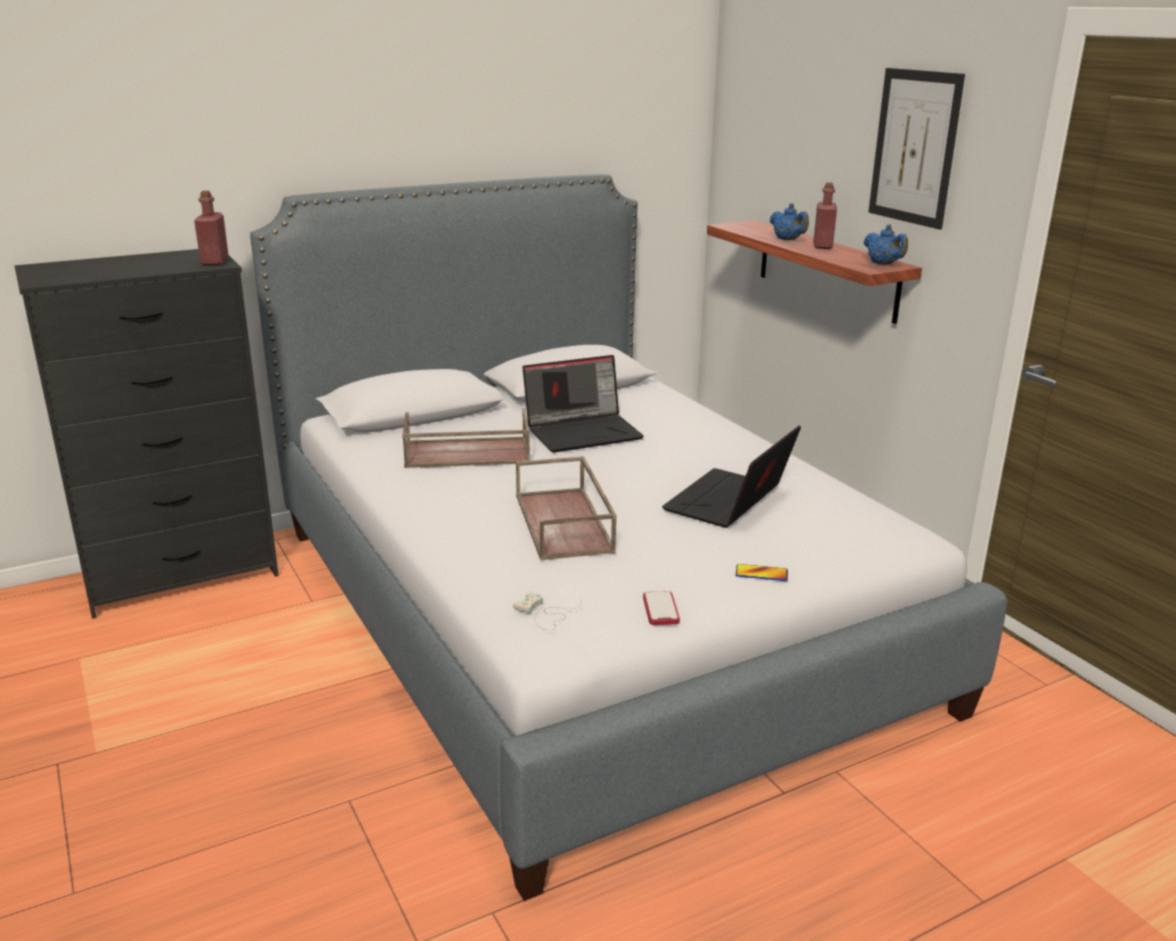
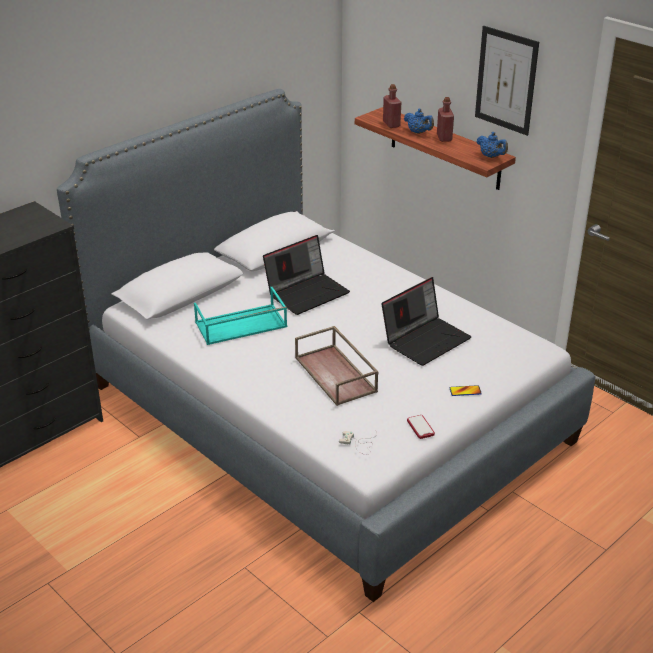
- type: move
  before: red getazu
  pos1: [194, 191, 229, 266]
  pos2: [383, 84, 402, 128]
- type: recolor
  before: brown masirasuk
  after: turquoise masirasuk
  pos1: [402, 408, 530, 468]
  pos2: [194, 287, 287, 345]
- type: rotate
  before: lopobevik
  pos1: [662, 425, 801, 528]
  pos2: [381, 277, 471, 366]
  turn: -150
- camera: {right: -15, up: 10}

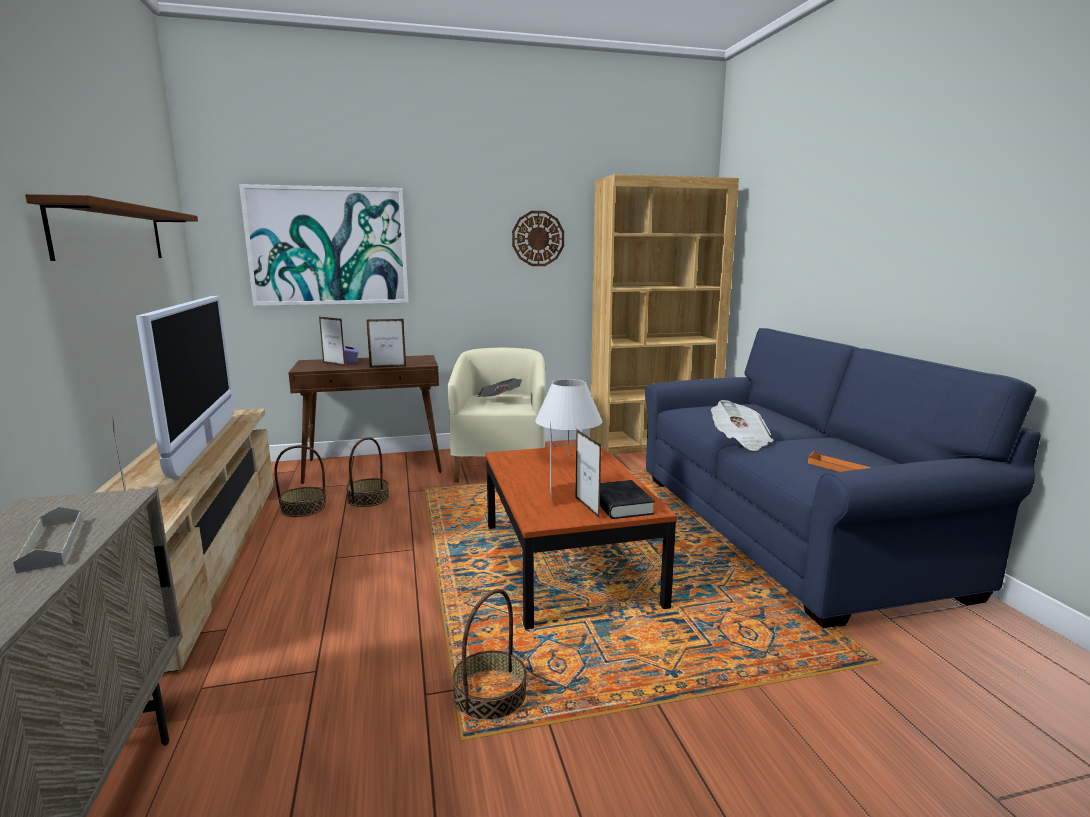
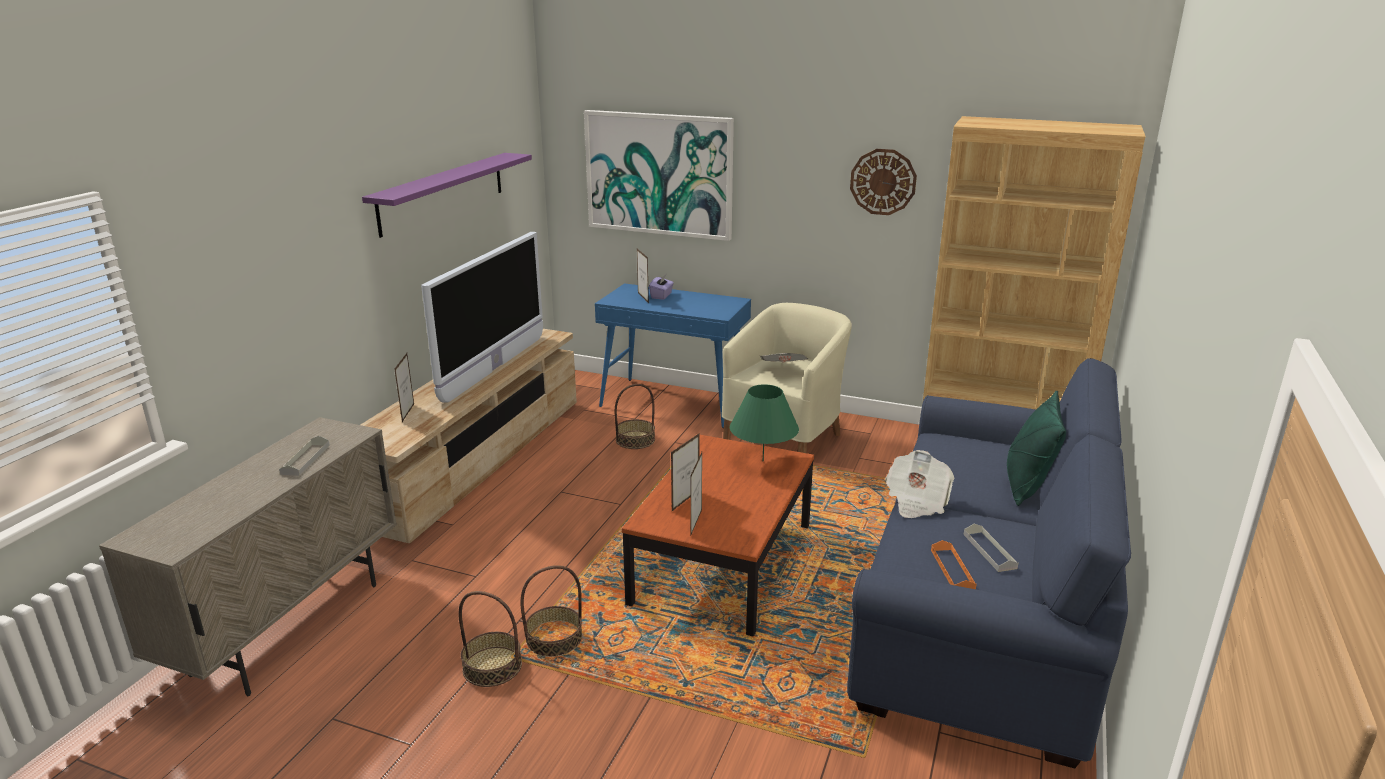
- type: delete
  before: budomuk
  pos1: [366, 319, 406, 368]
- type: delete
  before: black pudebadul
  pos1: [600, 480, 655, 519]
- type: insert
  after: grey masirasuk
  pos2: [964, 524, 1018, 572]
- type: insert
  after: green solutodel
  pos2: [1007, 391, 1066, 506]
- type: move
  before: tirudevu
  pos1: [274, 445, 326, 517]
  pos2: [458, 591, 522, 687]
- type: recolor
  before: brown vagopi
  after: purple vagopi
  pos1: [25, 194, 198, 261]
  pos2: [362, 153, 532, 238]
- type: recolor
  before: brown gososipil
  after: blue gososipil
  pos1: [288, 355, 442, 484]
  pos2: [595, 283, 751, 428]
- type: recolor
  before: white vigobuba
  after: green vigobuba
  pos1: [535, 379, 603, 456]
  pos2: [730, 384, 799, 461]
- camera: {right: 35, up: 10}

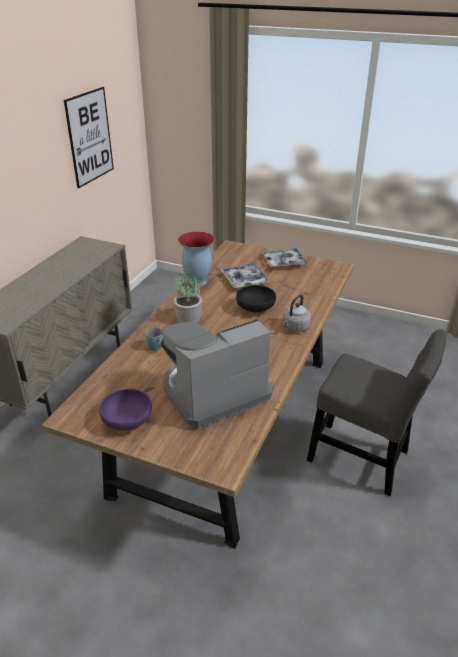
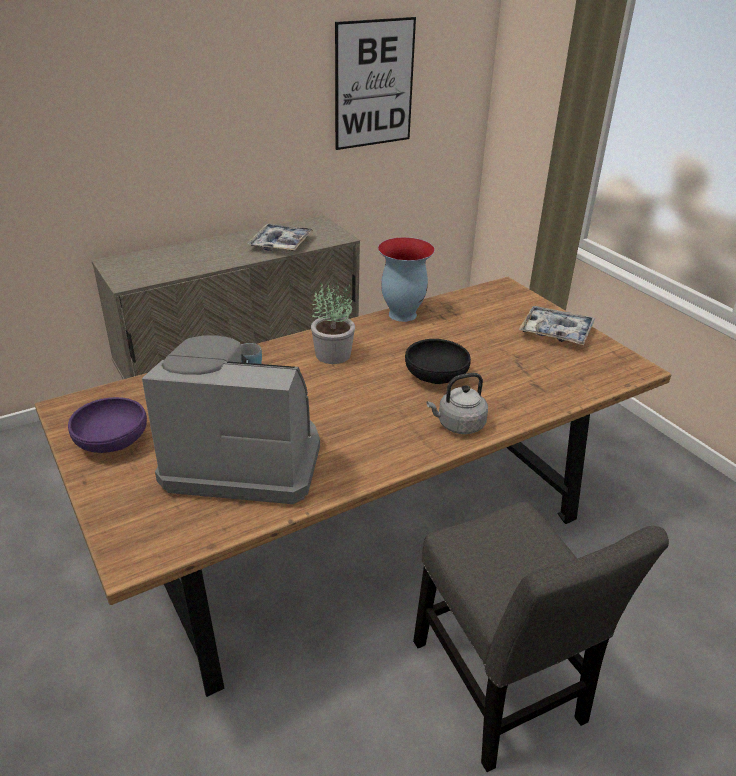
- type: move
  before: masirasuk
  pos1: [221, 263, 270, 288]
  pos2: [247, 224, 313, 251]
- camera: {right: 35, up: 0}

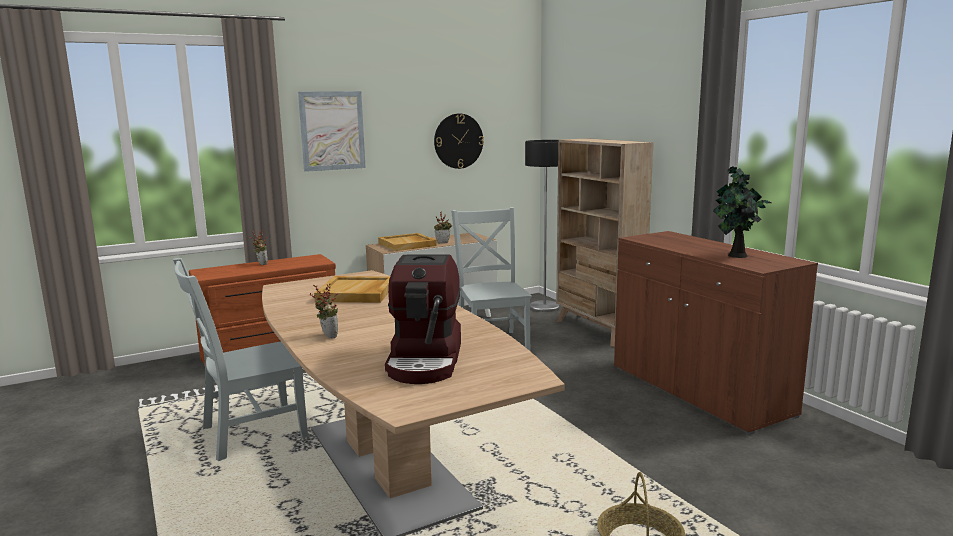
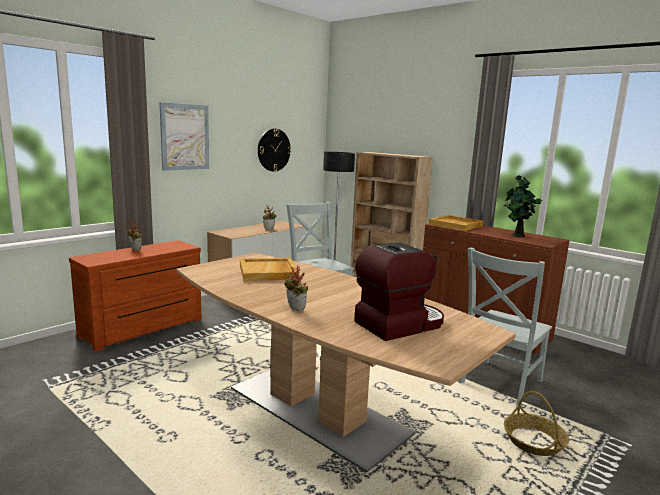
- type: move
  before: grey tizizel
  pos1: [173, 258, 308, 461]
  pos2: [457, 248, 552, 406]
- type: move
  before: beige masirasuk
  pos1: [378, 233, 437, 251]
  pos2: [429, 215, 483, 231]
- type: rotate
  before: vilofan
  pos1: [385, 255, 461, 384]
  pos2: [354, 242, 444, 341]
  turn: -105
- camera: {right: -20, up: 0}

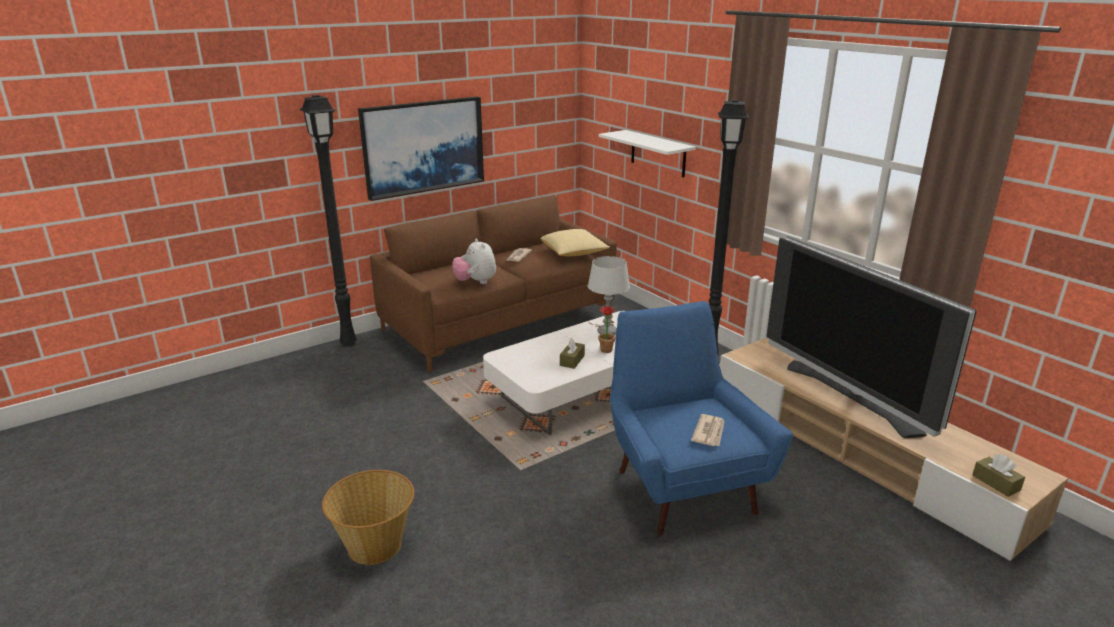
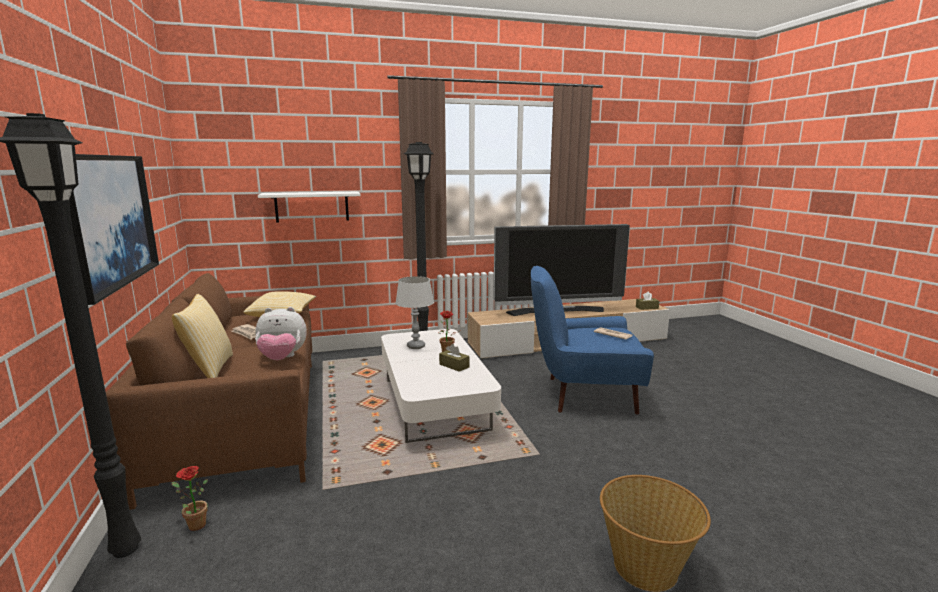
- type: insert
  after: solutodel
  pos2: [172, 294, 233, 378]
- type: insert
  after: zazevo
  pos2: [172, 466, 208, 531]
- camera: {right: -70, up: -10}

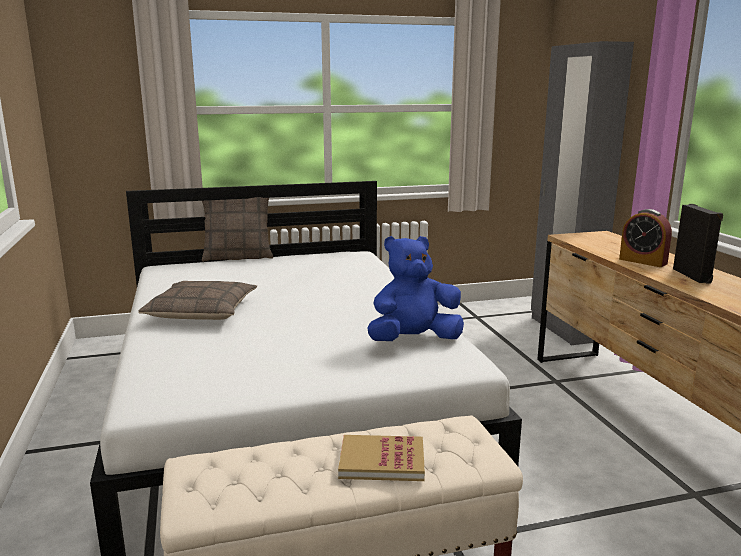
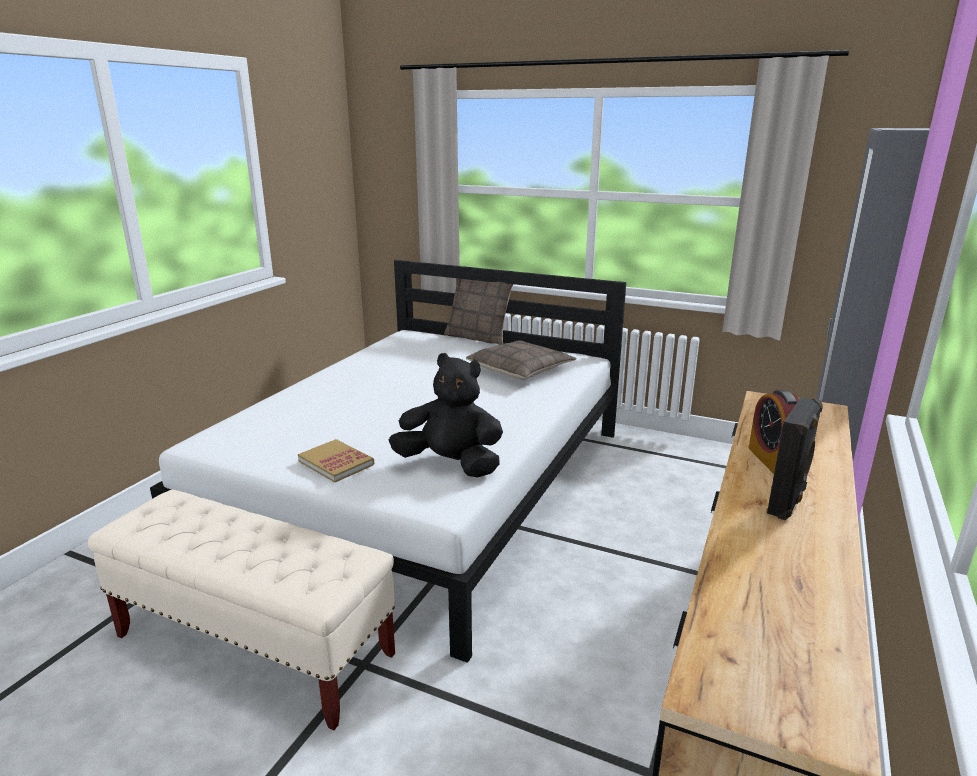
- type: move
  before: solutodel
  pos1: [138, 281, 257, 320]
  pos2: [466, 340, 577, 380]
- type: move
  before: pudebadul
  pos1: [338, 435, 425, 481]
  pos2: [298, 439, 374, 483]
- type: recolor
  before: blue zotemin
  after: black zotemin
  pos1: [367, 236, 464, 341]
  pos2: [389, 353, 503, 478]
- camera: {right: 40, up: 5}

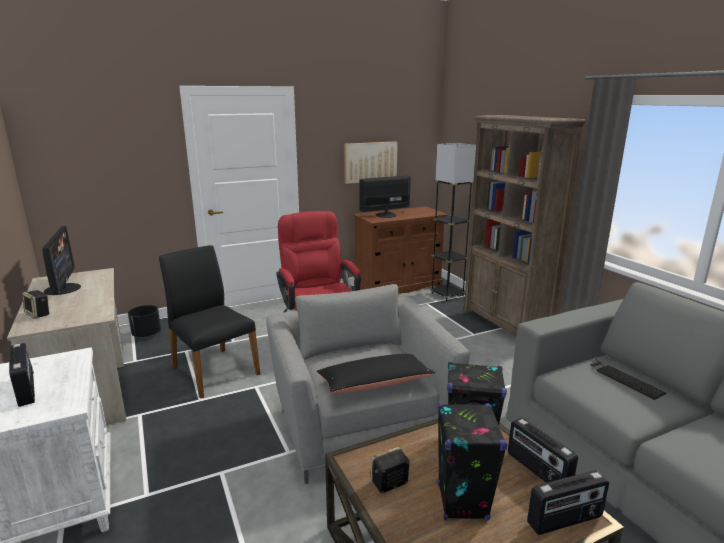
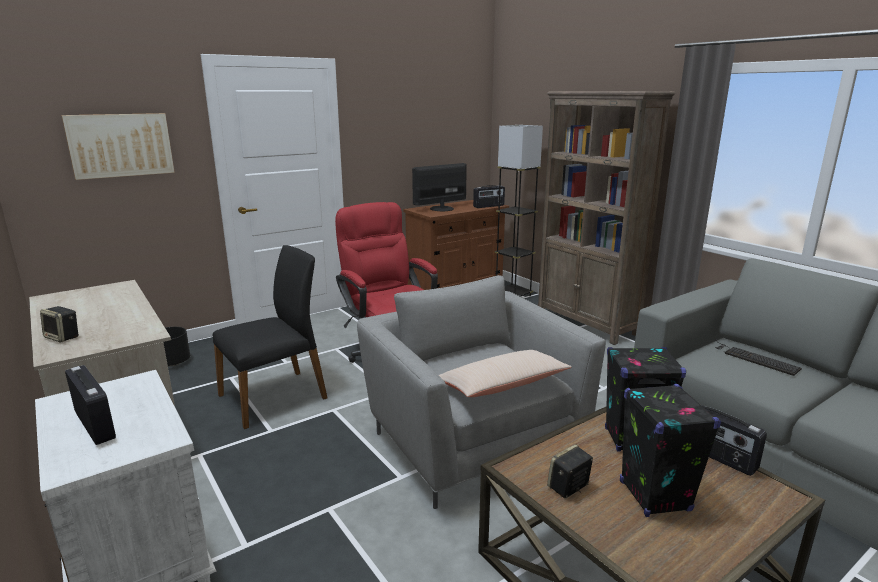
- type: delete
  before: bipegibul
  pos1: [42, 226, 81, 295]
- type: move
  before: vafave
  pos1: [344, 141, 398, 184]
  pos2: [61, 113, 175, 180]
- type: move
  before: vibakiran
  pos1: [527, 470, 609, 535]
  pos2: [473, 185, 505, 208]
- type: recolor
  before: black solutodel
  after: beige solutodel
  pos1: [317, 354, 435, 393]
  pos2: [439, 350, 572, 397]
- type: rotate
  before: black tizizel
  pos1: [159, 245, 260, 399]
  pos2: [213, 245, 328, 429]
  turn: 105
- camera: {right: -10, up: 0}

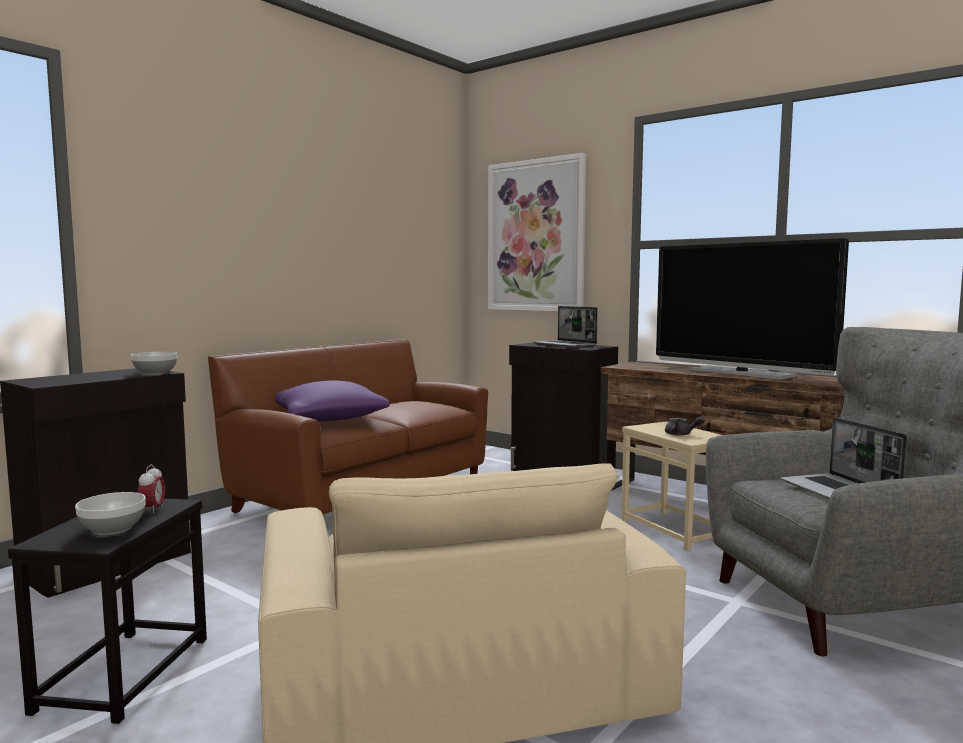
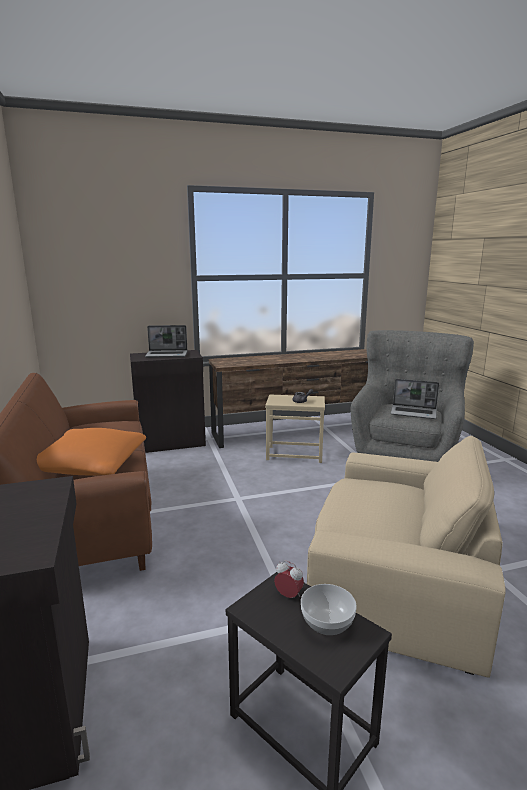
- type: delete
  before: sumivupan
  pos1: [131, 352, 177, 374]
- type: delete
  before: vafave
  pos1: [488, 153, 586, 311]
- type: delete
  before: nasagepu
  pos1: [656, 238, 849, 380]
- type: recolor
  before: purple solutodel
  after: orange solutodel
  pos1: [275, 380, 390, 422]
  pos2: [37, 428, 146, 475]
- camera: {right: -55, up: 10}

